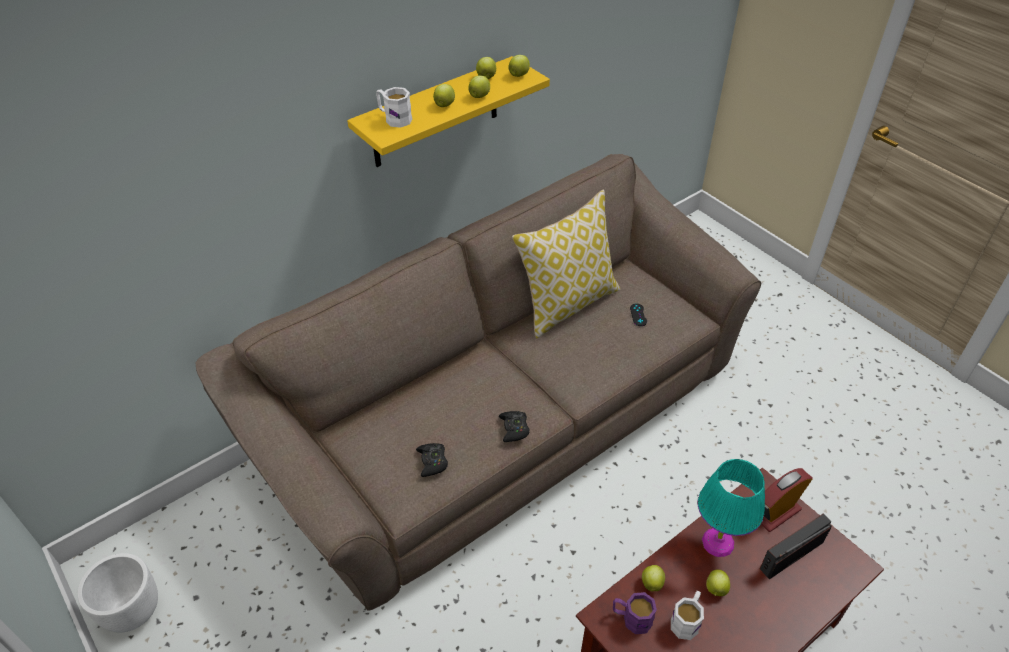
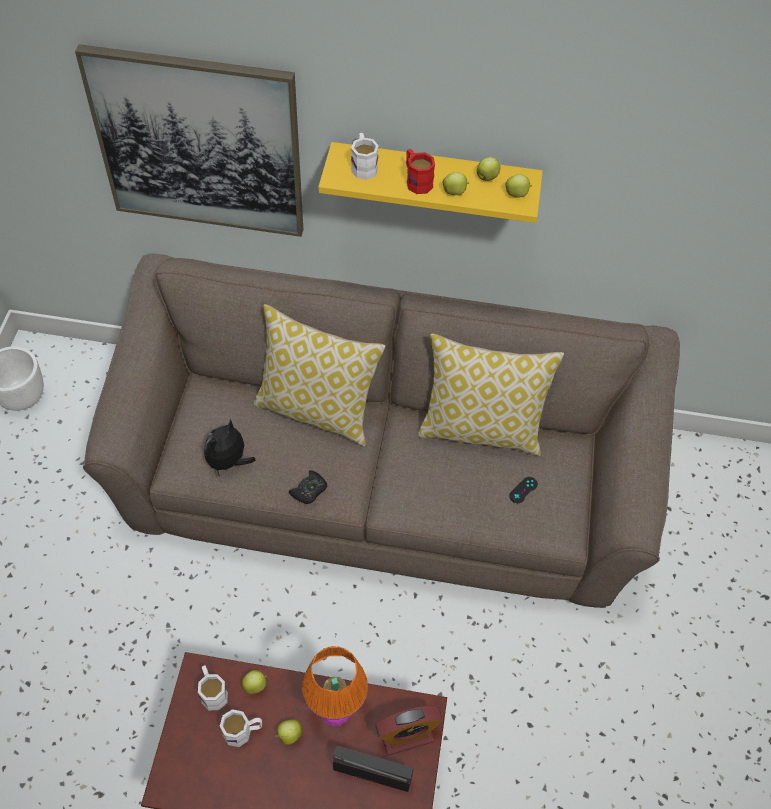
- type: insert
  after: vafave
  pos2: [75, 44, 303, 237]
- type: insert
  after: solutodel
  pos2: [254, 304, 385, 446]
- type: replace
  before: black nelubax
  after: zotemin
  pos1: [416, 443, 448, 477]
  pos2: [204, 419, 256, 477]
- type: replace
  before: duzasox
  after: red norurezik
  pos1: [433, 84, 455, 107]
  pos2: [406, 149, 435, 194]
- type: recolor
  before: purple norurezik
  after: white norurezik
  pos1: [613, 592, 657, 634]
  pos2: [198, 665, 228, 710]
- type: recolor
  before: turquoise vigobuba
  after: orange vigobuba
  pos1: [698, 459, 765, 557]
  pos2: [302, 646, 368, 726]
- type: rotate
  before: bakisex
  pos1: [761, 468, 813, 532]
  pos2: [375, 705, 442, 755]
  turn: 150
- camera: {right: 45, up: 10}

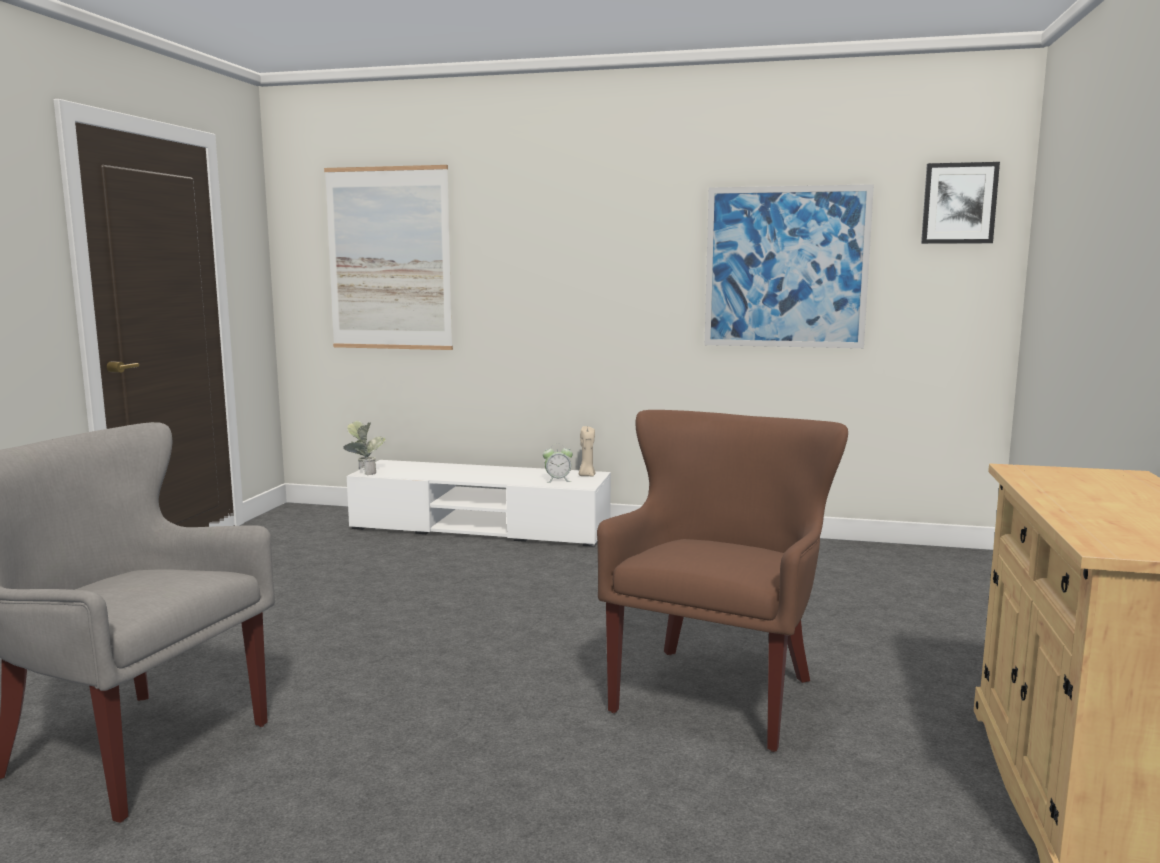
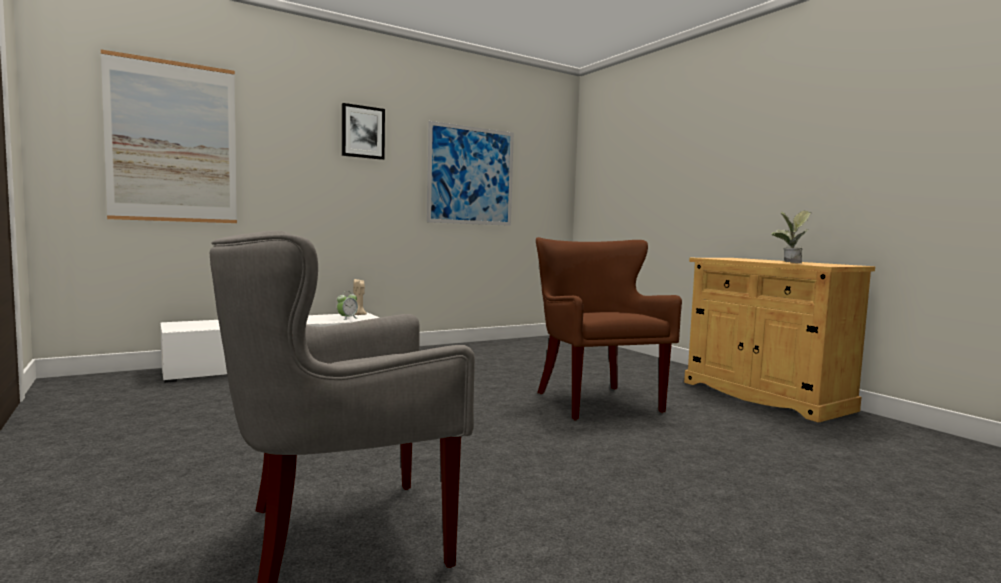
- type: move
  before: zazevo
  pos1: [343, 421, 386, 475]
  pos2: [772, 211, 811, 264]
- type: move
  before: vafave
  pos1: [921, 162, 1000, 244]
  pos2: [342, 103, 385, 160]
- camera: {right: -45, up: -5}

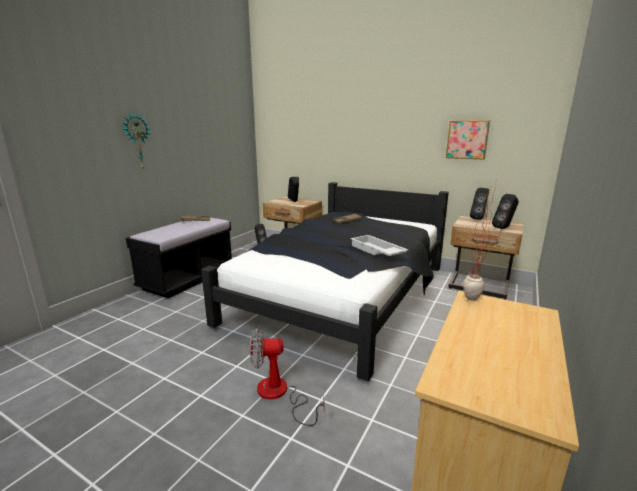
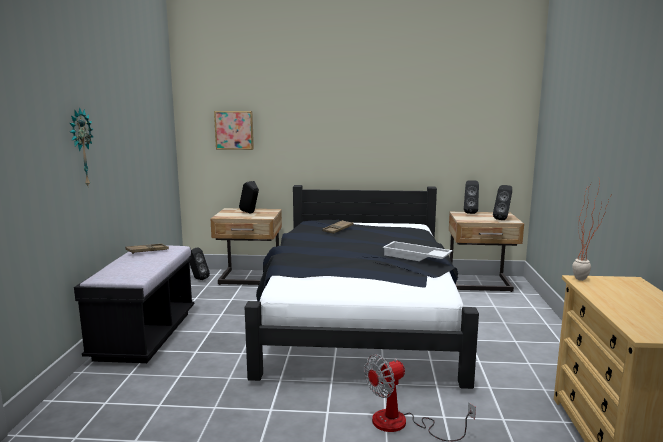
- type: move
  before: vafave
  pos1: [446, 120, 490, 160]
  pos2: [214, 111, 254, 150]
- camera: {right: -25, up: -5}

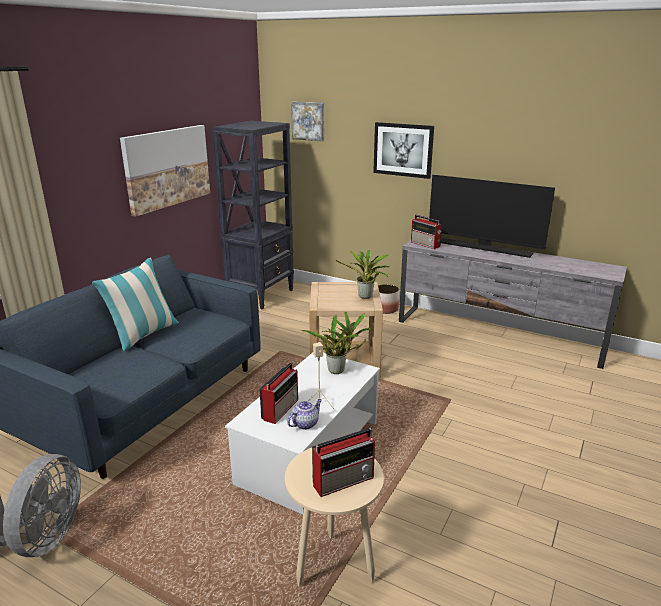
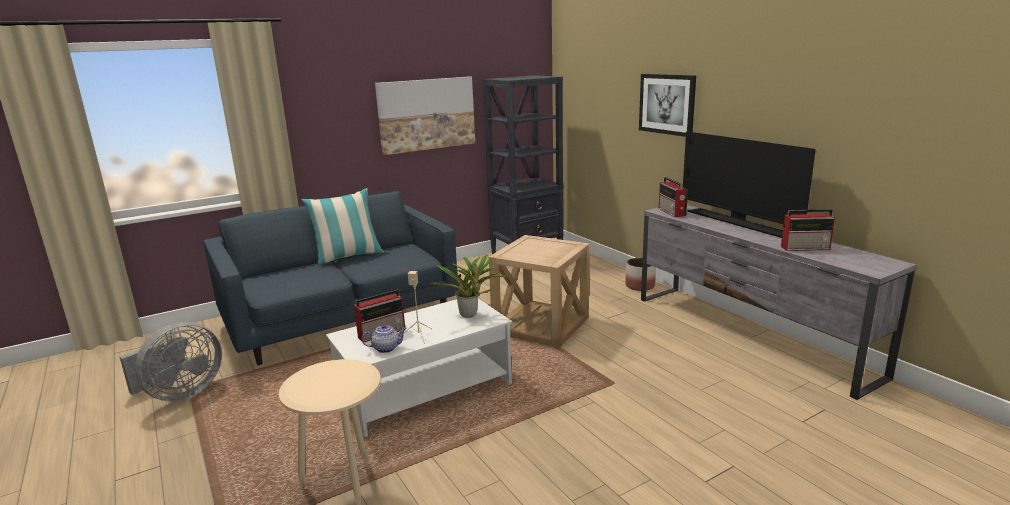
- type: delete
  before: vafave
  pos1: [291, 102, 324, 142]
- type: delete
  before: zazevo
  pos1: [336, 250, 390, 299]
- type: move
  before: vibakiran
  pos1: [312, 428, 375, 497]
  pos2: [781, 209, 835, 251]
- camera: {right: 30, up: -5}

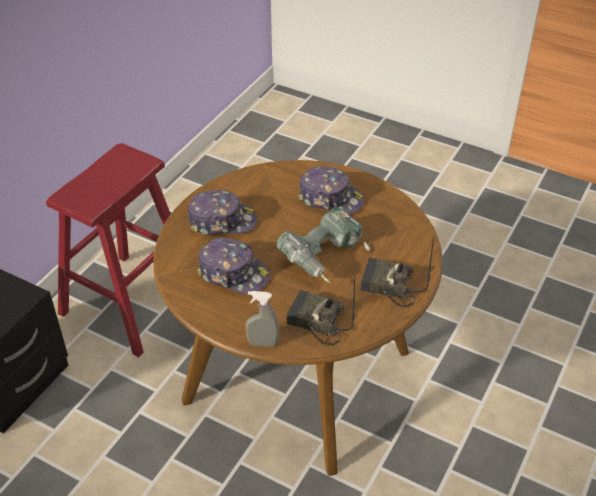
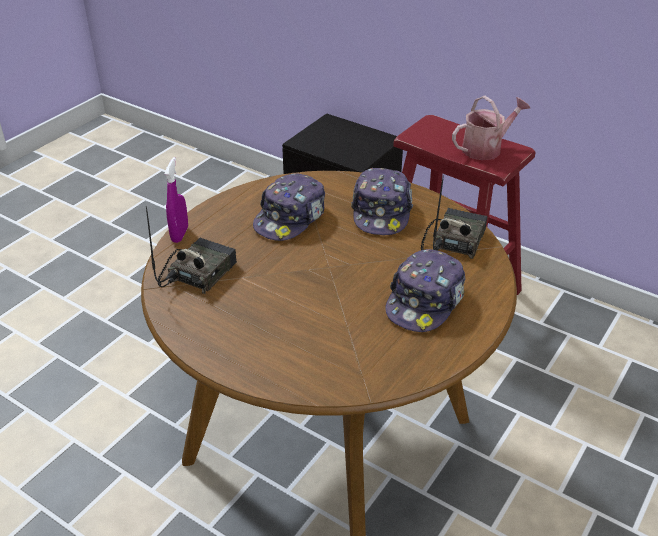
- type: delete
  before: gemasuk
  pos1: [277, 207, 370, 283]
- type: insert
  after: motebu
  pos2: [452, 96, 530, 160]
- type: move
  before: vibakiran
  pos1: [361, 236, 434, 308]
  pos2: [421, 176, 488, 259]
- type: recolor
  before: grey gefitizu
  after: purple gefitizu
  pos1: [246, 291, 279, 347]
  pos2: [164, 157, 188, 243]
- camera: {right: 95, up: -5}

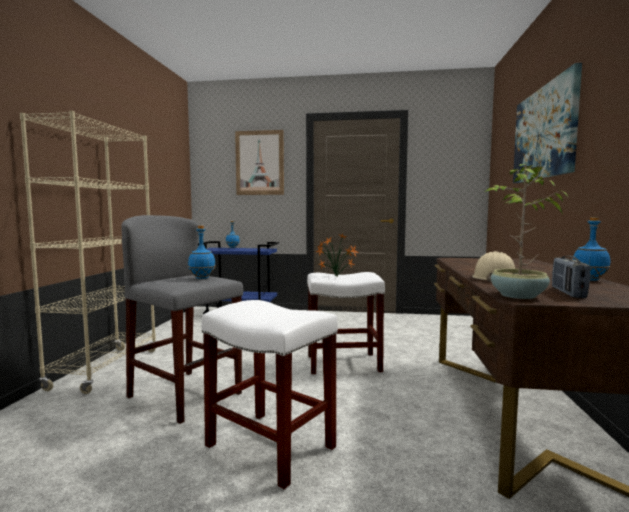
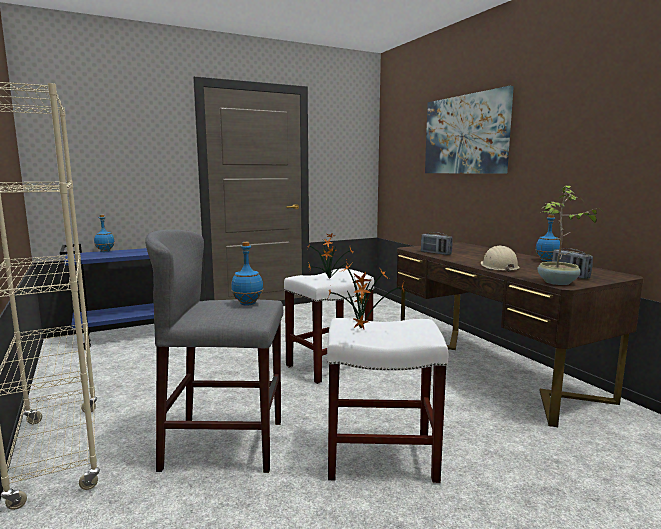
- type: delete
  before: vafave
  pos1: [235, 130, 284, 195]
- type: insert
  after: zazevo
  pos2: [327, 265, 405, 329]
- type: insert
  after: vibakiran
  pos2: [421, 232, 453, 255]
- camera: {right: -35, up: 5}

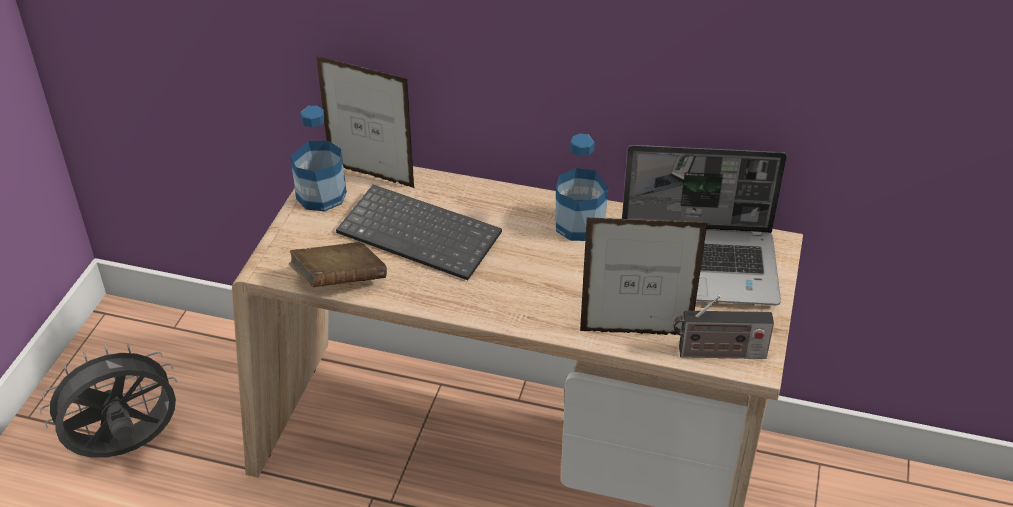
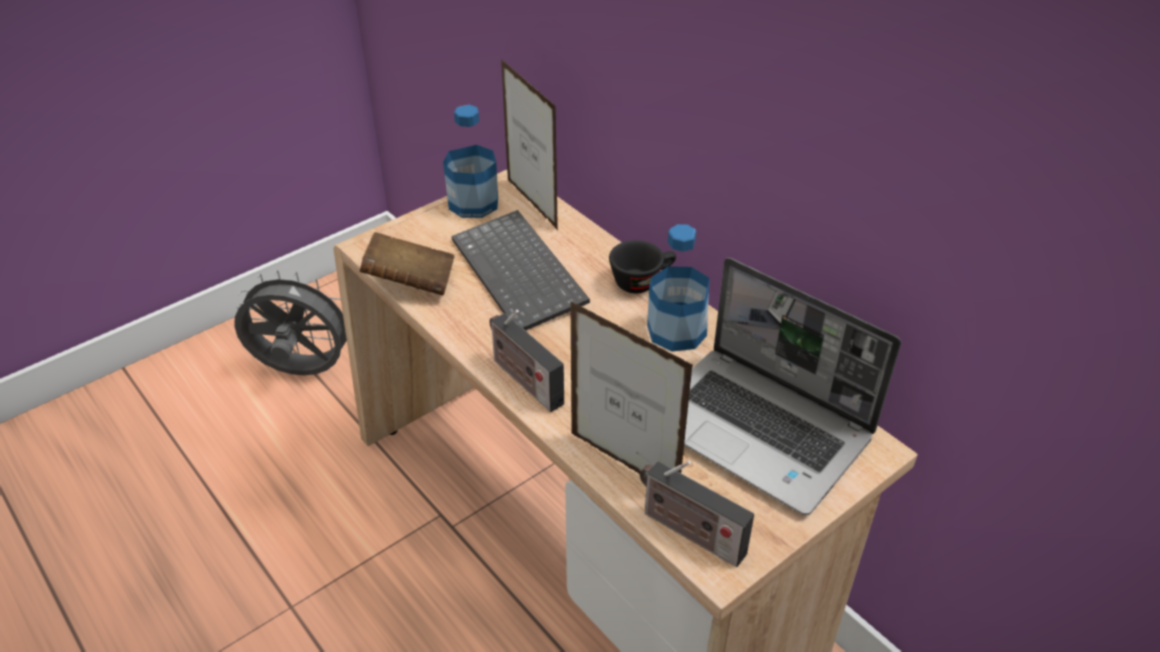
- type: insert
  after: vibakiran
  pos2: [490, 310, 564, 412]
- type: insert
  after: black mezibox
  pos2: [609, 240, 676, 293]
- camera: {right: 35, up: 0}

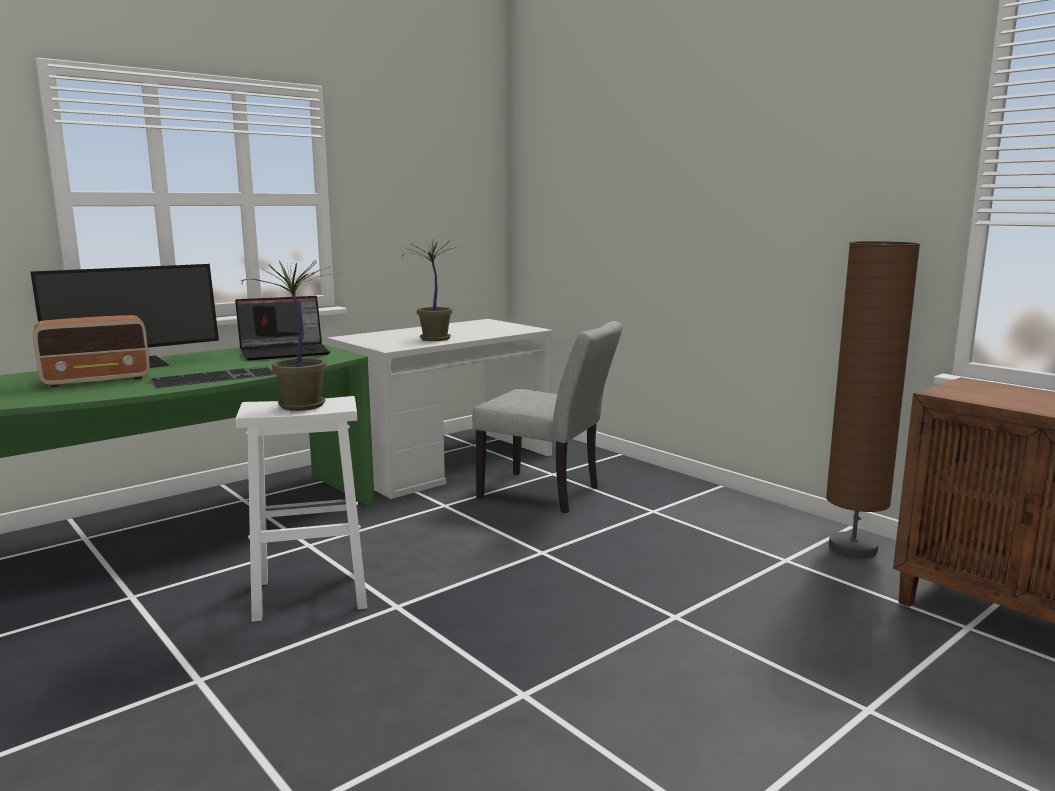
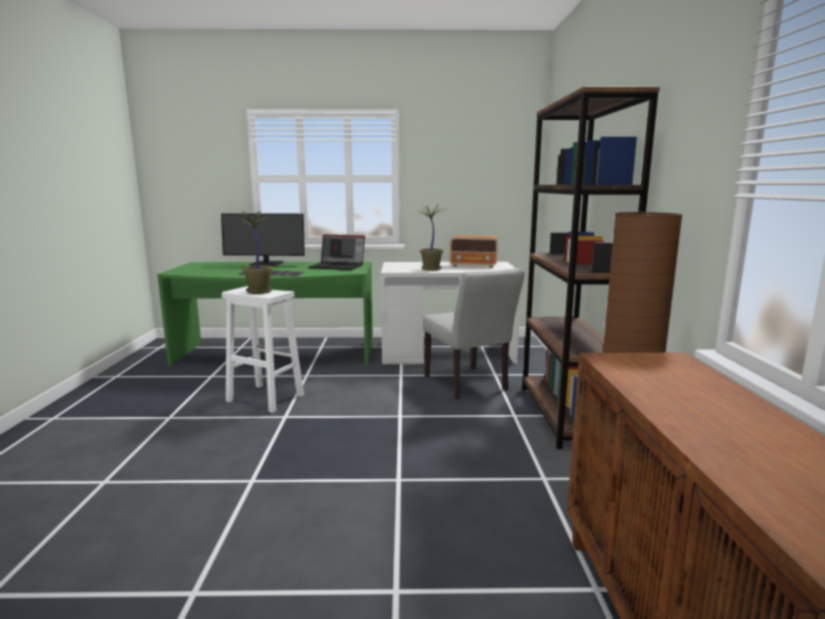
- type: insert
  after: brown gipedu
  pos2: [523, 86, 660, 449]
- type: move
  before: vibakiran
  pos1: [33, 315, 150, 388]
  pos2: [450, 235, 498, 268]
- camera: {right: 40, up: 0}

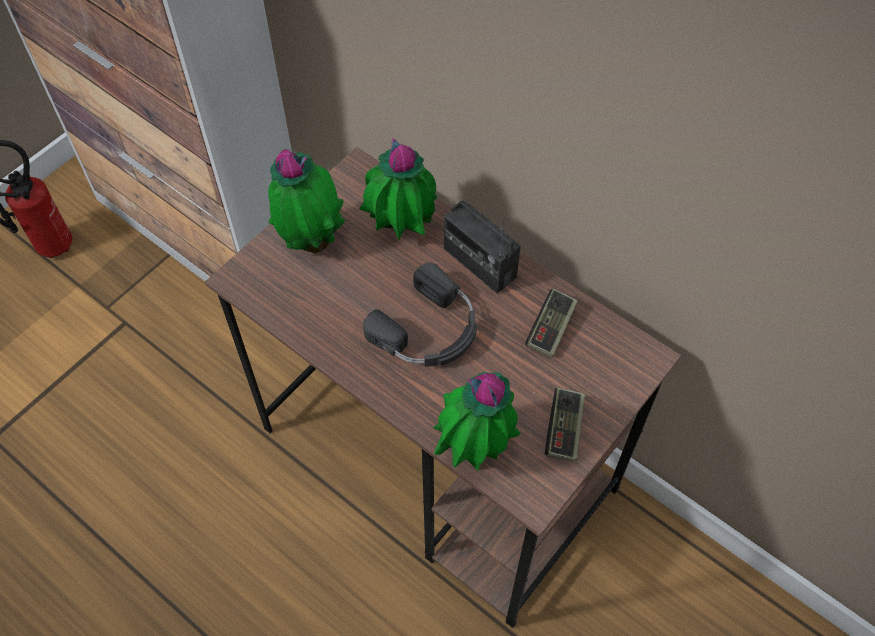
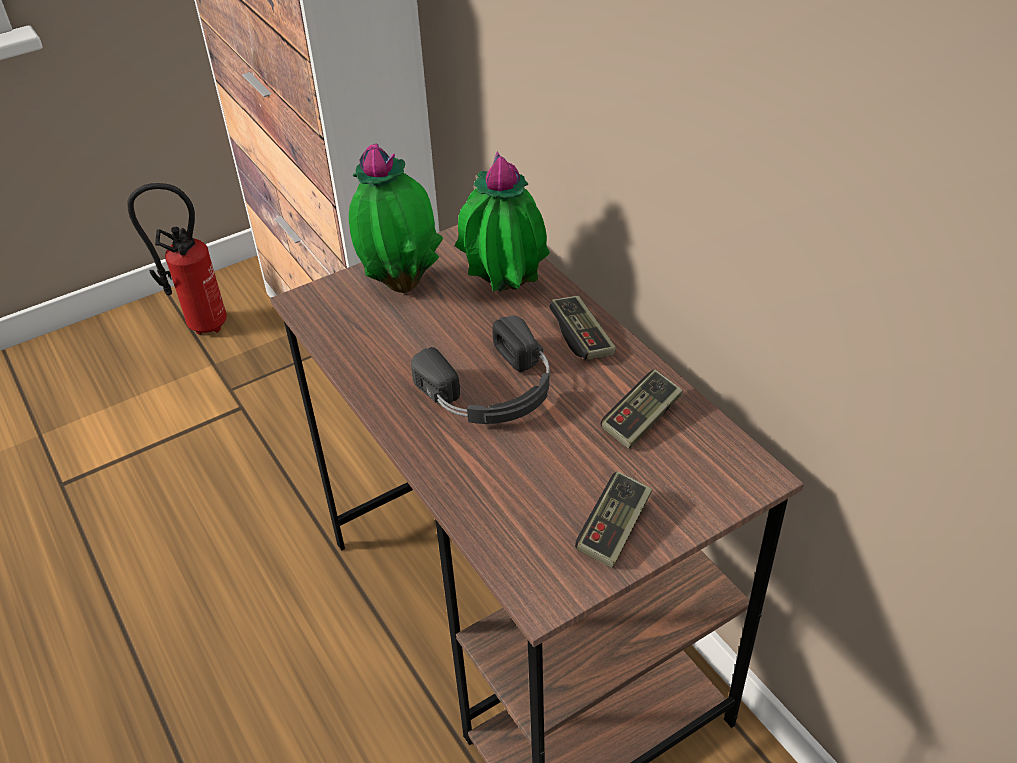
- type: delete
  before: zazevo
  pos1: [433, 372, 521, 471]
- type: replace
  before: vibakiran
  after: nelubax
  pos1: [444, 201, 521, 294]
  pos2: [549, 296, 616, 360]
- camera: {right: 20, up: -15}

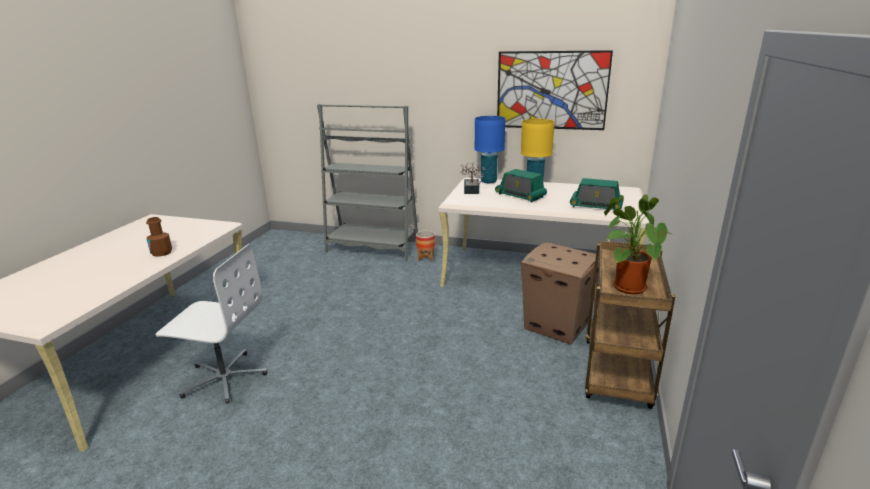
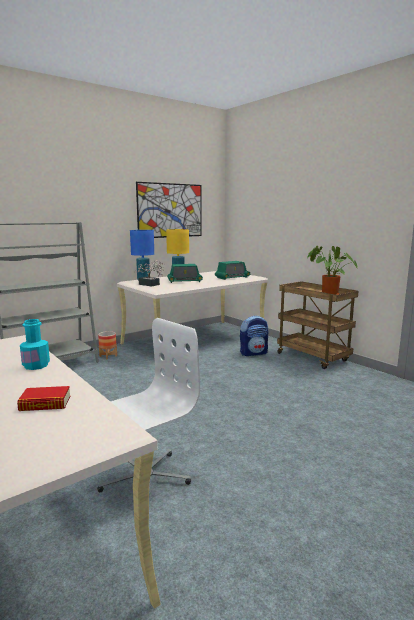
- type: insert
  after: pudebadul
  pos2: [17, 386, 70, 411]
- type: replace
  before: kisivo
  after: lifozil
  pos1: [521, 242, 599, 345]
  pos2: [240, 316, 268, 356]
- type: recolor
  before: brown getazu
  after: turquoise getazu
  pos1: [146, 217, 172, 257]
  pos2: [20, 319, 50, 370]
- camera: {right: -55, up: -10}

